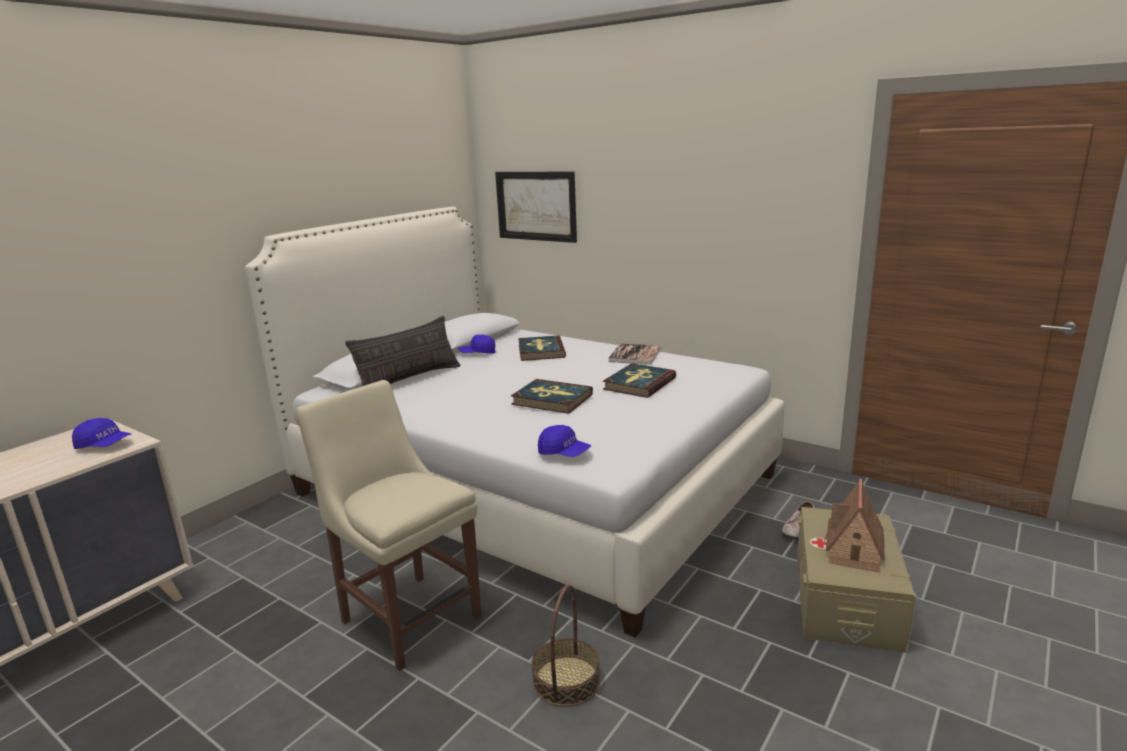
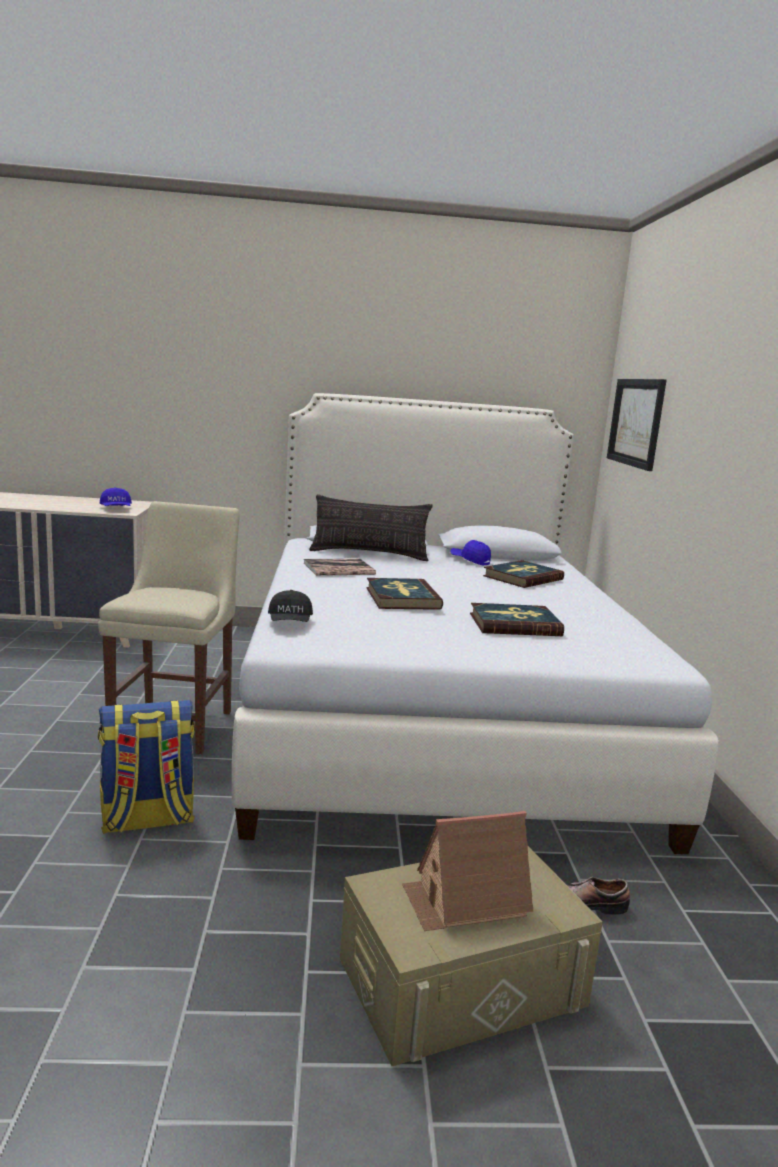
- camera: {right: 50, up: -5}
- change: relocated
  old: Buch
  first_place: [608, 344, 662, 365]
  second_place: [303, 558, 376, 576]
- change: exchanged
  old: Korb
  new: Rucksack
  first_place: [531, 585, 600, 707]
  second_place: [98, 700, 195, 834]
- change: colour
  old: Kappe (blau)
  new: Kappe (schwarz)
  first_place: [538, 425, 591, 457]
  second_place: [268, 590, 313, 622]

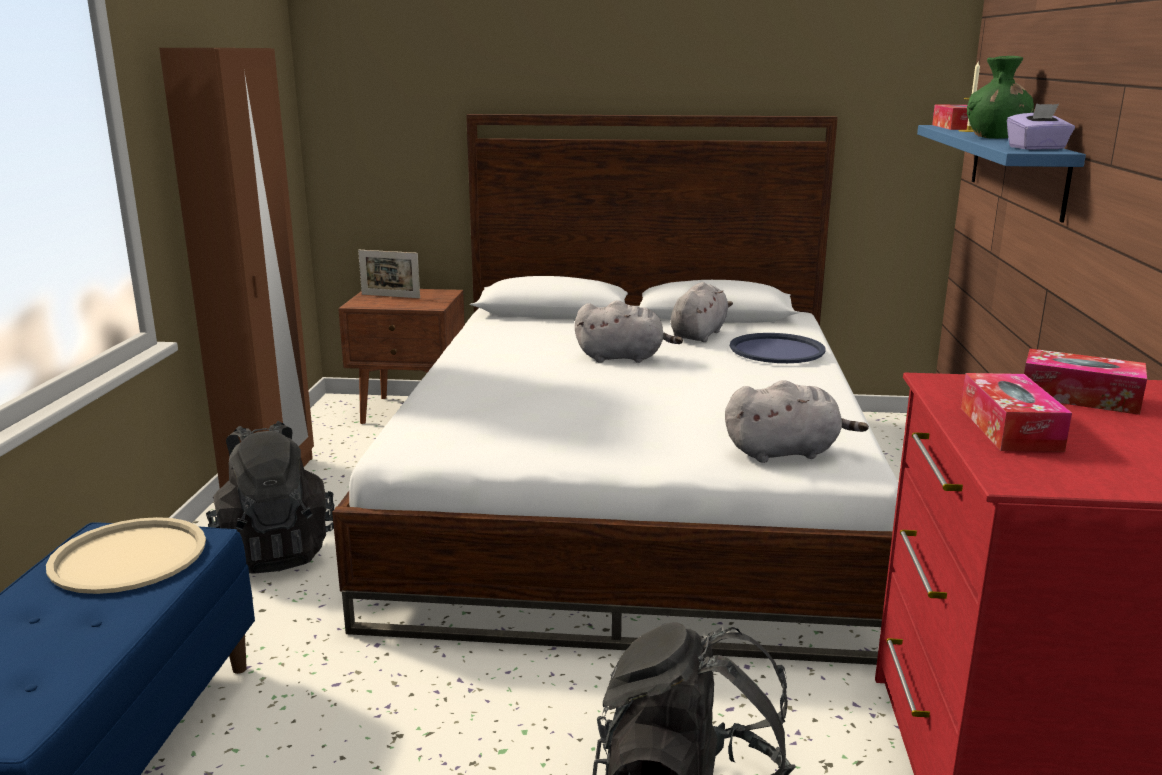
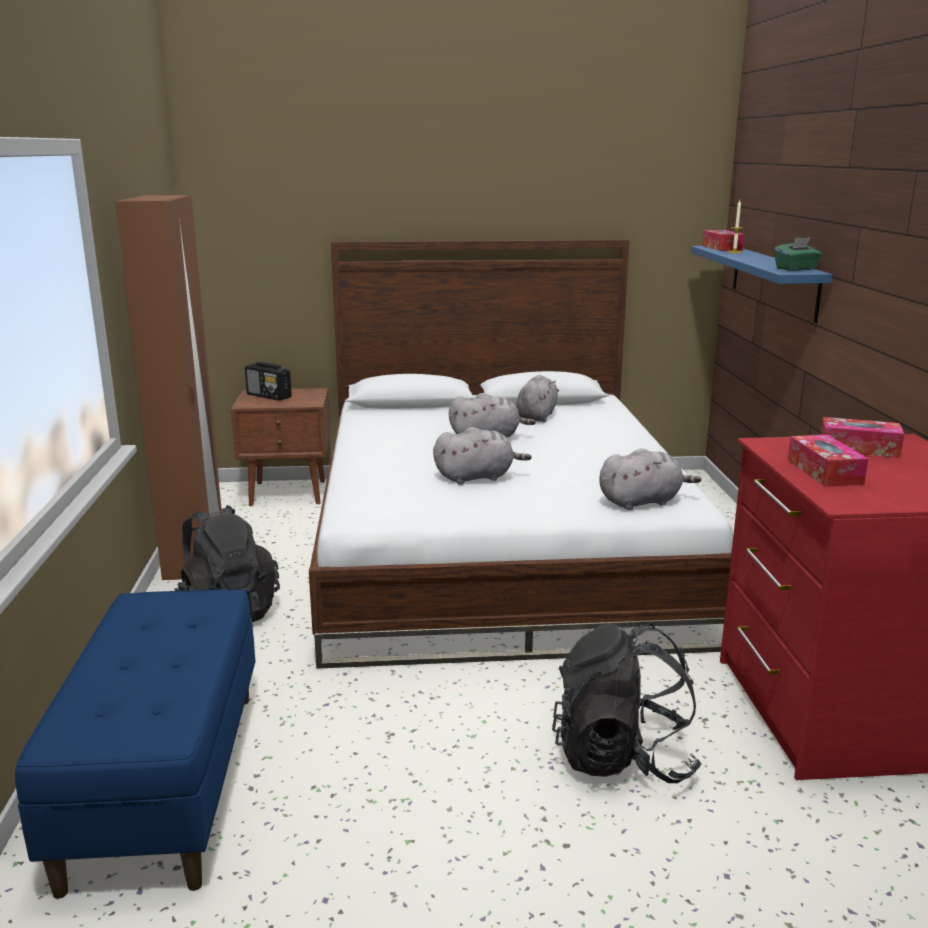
- camera: {right: -10, up: 0}
- change: missing
  old: Tablett (beige)
  first_place: [46, 517, 206, 594]
- change: missing
  old: Tablett (blau)
  first_place: [730, 333, 826, 363]
- change: missing
  old: Vase (grün)
  first_place: [967, 56, 1034, 139]
- change: appeared
  new: Plüschtier (grau)
  second_place: [433, 427, 532, 485]
- change: exchanged
  old: Bilderrahmen
  new: Radio
  first_place: [358, 250, 420, 298]
  second_place: [245, 362, 292, 401]
- change: colour
  old: Taschentuchbox (lila)
  new: Taschentuchbox (grün)
  first_place: [1007, 104, 1075, 150]
  second_place: [774, 237, 822, 271]

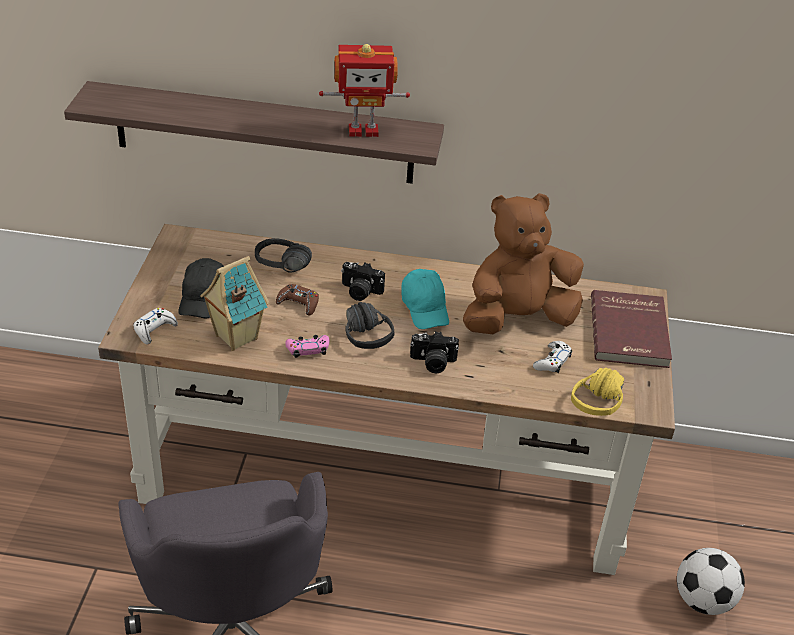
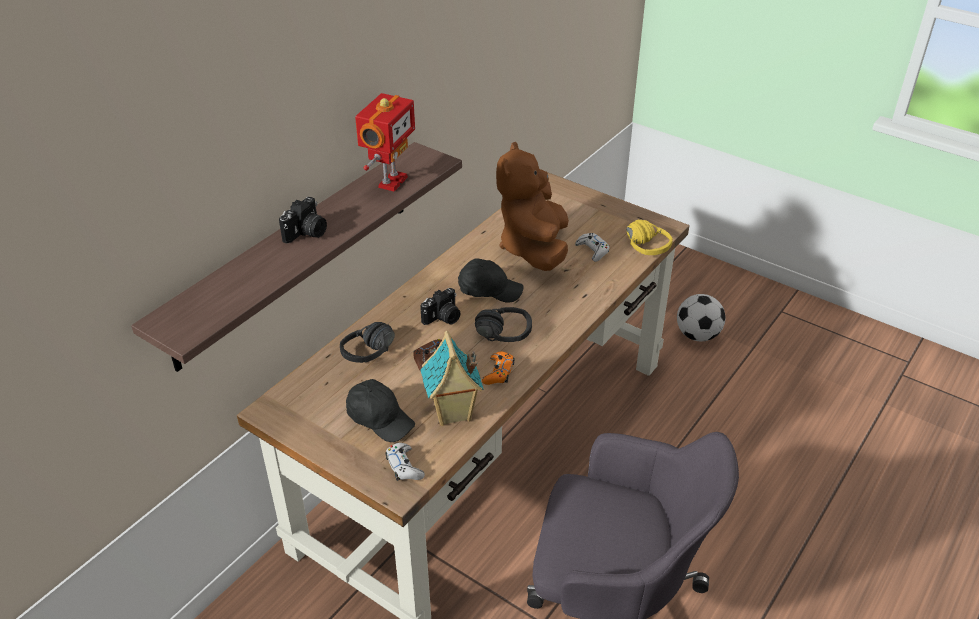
- camera: {right: -60, up: 0}
- change: missing
  old: Buch (rot)
  first_place: [591, 290, 672, 368]
- change: relocated
  old: Kamera
  first_place: [410, 331, 459, 373]
  second_place: [279, 197, 327, 244]
- change: colour
  old: Gamepad (rosa)
  new: Gamepad (orange)
  first_place: [285, 335, 329, 358]
  second_place: [482, 351, 515, 385]
- change: colour
  old: Kappe (türkis)
  new: Kappe (schwarz)
  first_place: [401, 269, 449, 329]
  second_place: [458, 258, 524, 303]

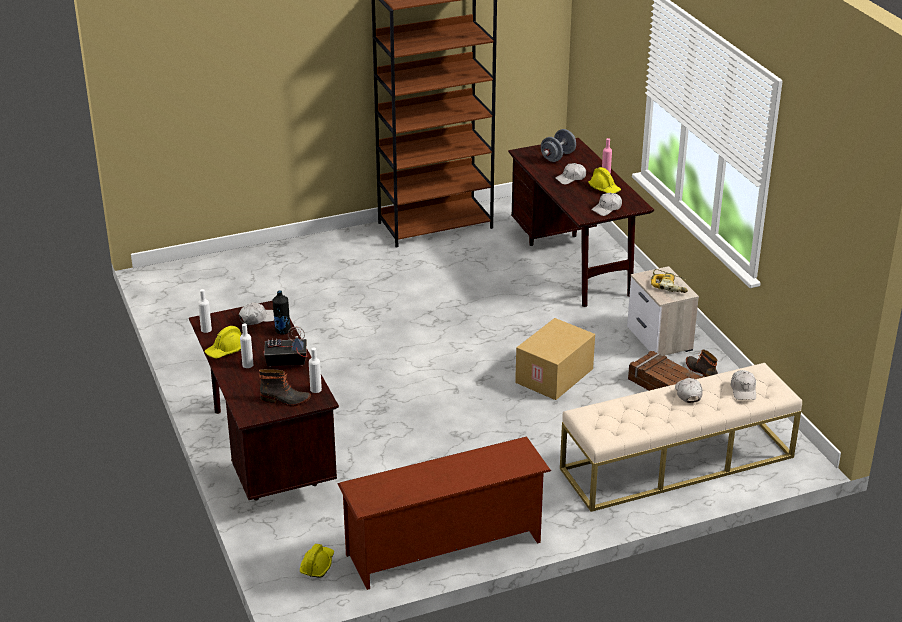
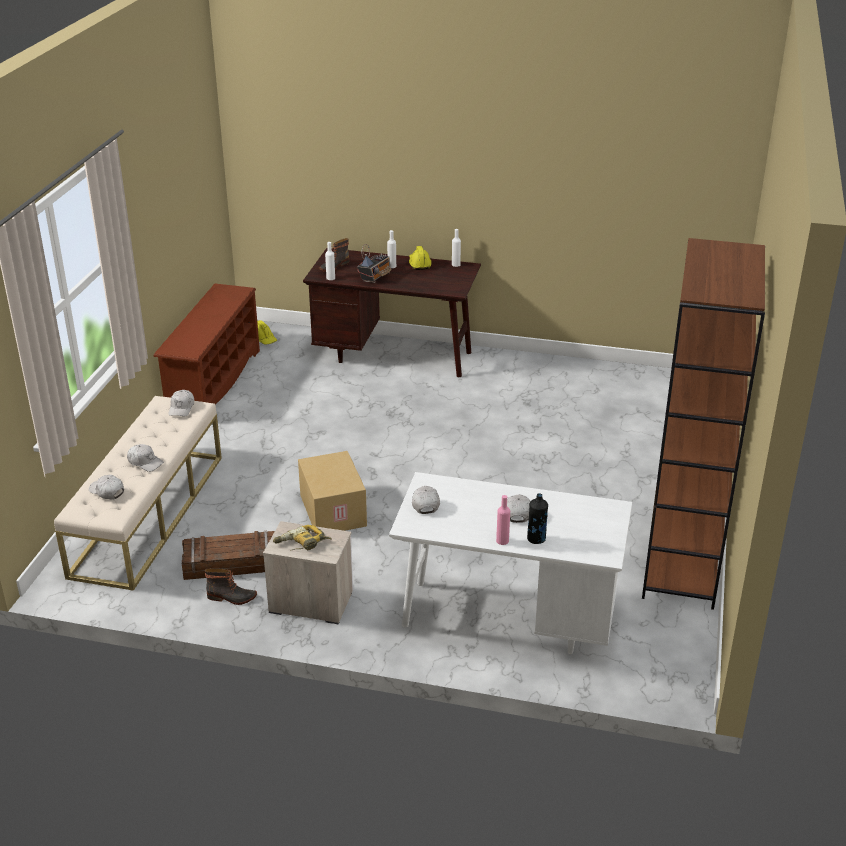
- camera: {right: 125, up: 0}
- change: missing
  old: Hantel (grau)
  first_place: [541, 129, 576, 162]
- change: missing
  old: Schutzhelm (gelb)
  first_place: [588, 167, 621, 193]
- change: relocated
  old: Kappe (weiß)
  first_place: [239, 302, 274, 325]
  second_place: [168, 390, 194, 417]
- change: relocated
  old: Flasche (schwarz)
  first_place: [272, 290, 291, 335]
  second_place: [527, 493, 548, 544]
- change: colour
  old: Schreibtisch (braun)
  new: Schreibtisch (weiß)
  first_place: [508, 138, 654, 307]
  second_place: [389, 472, 632, 654]

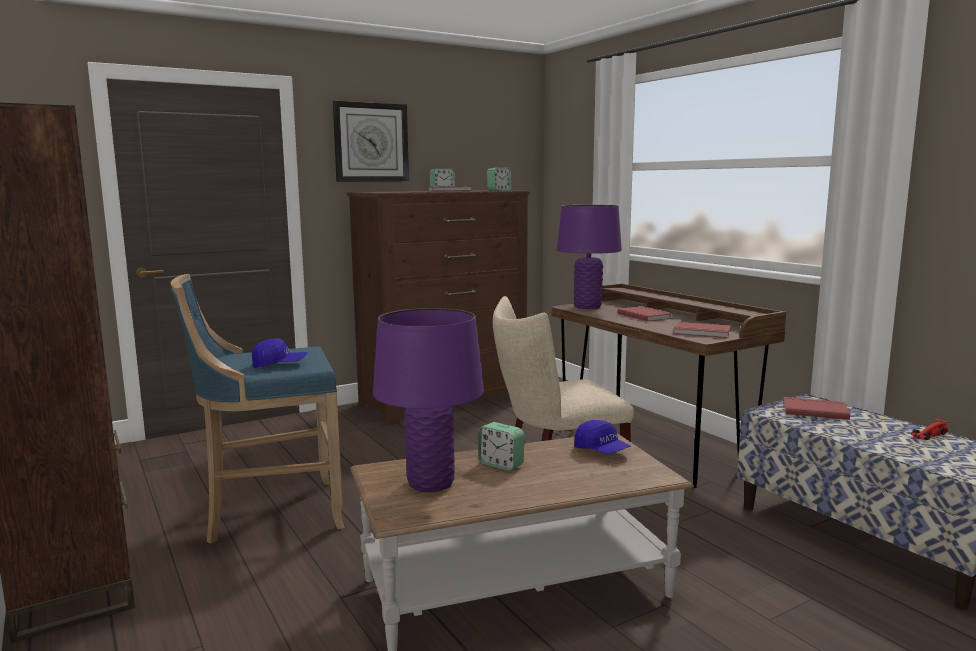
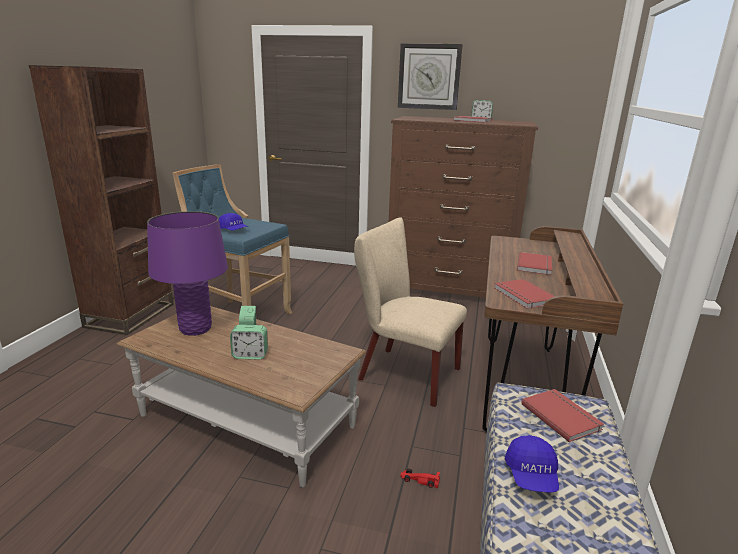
- camera: {right: 45, up: 10}
- change: missing
  old: Tischlampe (lila)
  first_place: [557, 205, 622, 309]
- change: relocated
  old: Wecker
  first_place: [487, 168, 512, 191]
  second_place: [230, 325, 268, 359]
- change: relocated
  old: Kappe (blau)
  first_place: [574, 420, 631, 454]
  second_place: [505, 435, 559, 492]
- change: relocated
  old: Spielzeugauto (rot)
  first_place: [911, 419, 948, 440]
  second_place: [400, 469, 440, 488]

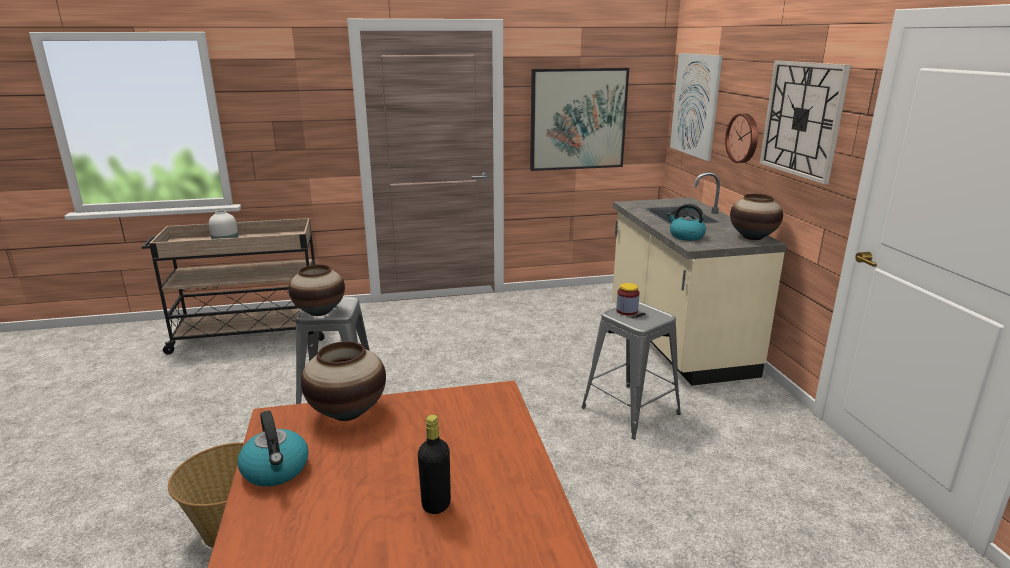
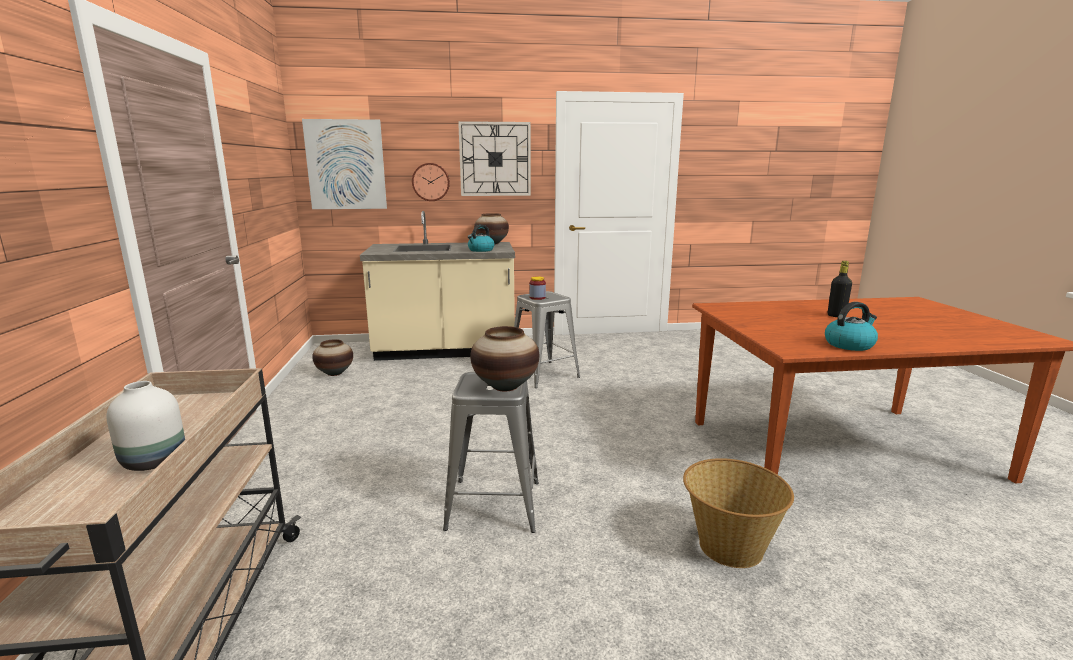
- camera: {right: -85, up: -5}
- change: missing
  old: Bild
  first_place: [530, 68, 629, 171]
- change: relocated
  old: Vase
  first_place: [301, 341, 386, 421]
  second_place: [312, 339, 353, 376]

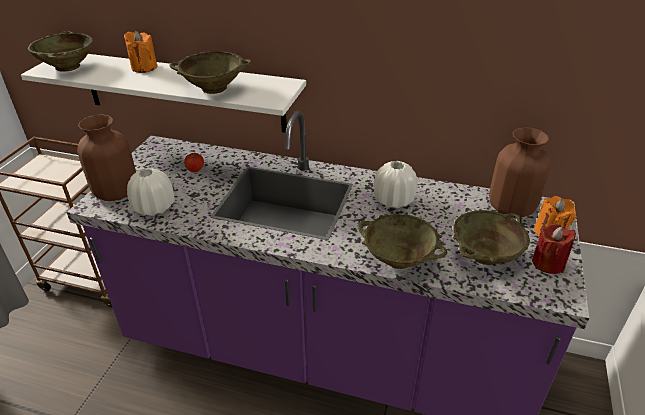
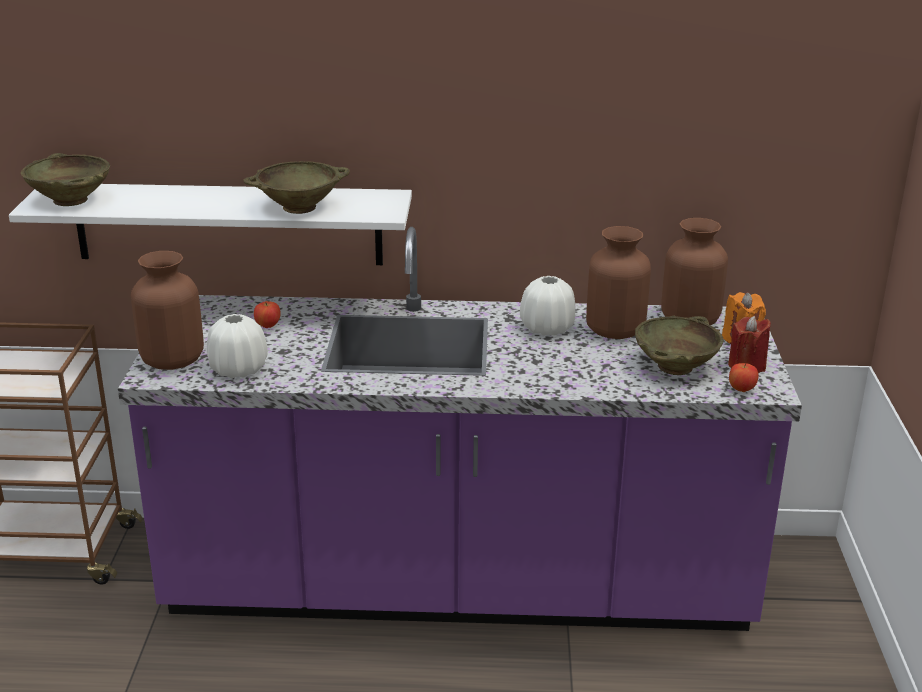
- camera: {right: -15, up: -10}
- change: missing
  old: Kerze (orange)
  first_place: [124, 31, 157, 73]
- change: missing
  old: Schüssel (beige)
  first_place: [358, 214, 447, 269]
- change: appeared
  new: Vase (braun)
  second_place: [586, 226, 651, 339]
- change: appeared
  new: Apfel
  second_place: [729, 363, 758, 392]

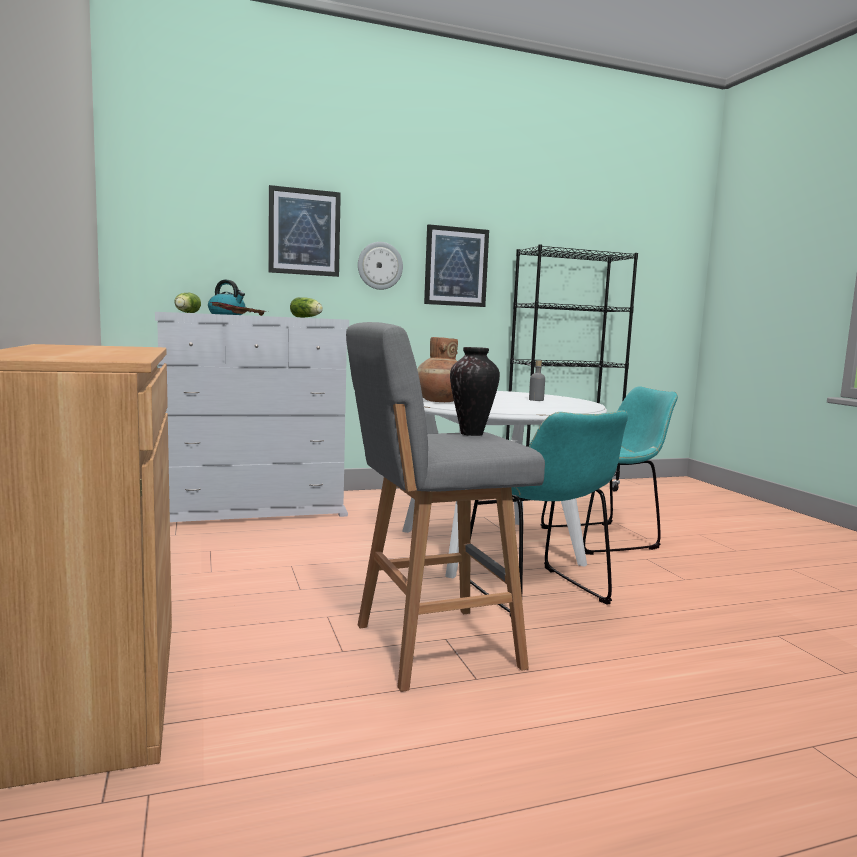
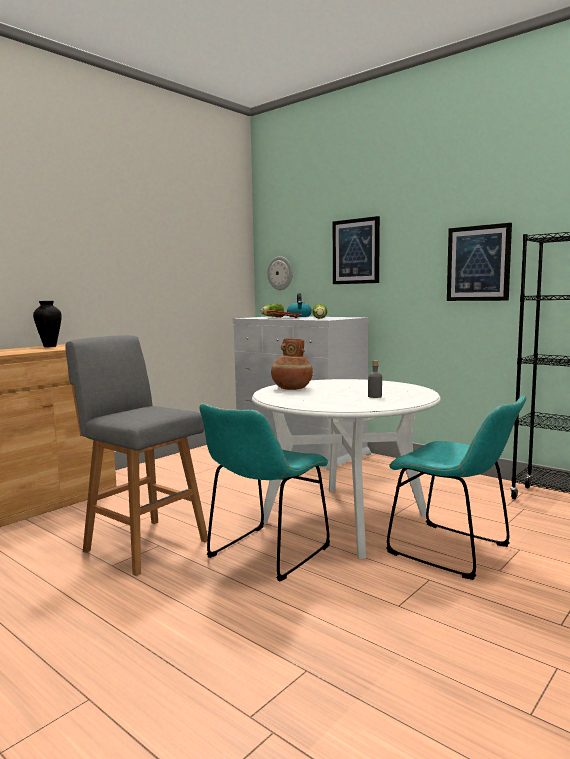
- camera: {right: 60, up: 0}
- change: relocated
  old: Wanduhr
  first_place: [358, 242, 403, 290]
  second_place: [267, 256, 293, 290]
- change: relocated
  old: Vase
  first_place: [450, 347, 500, 436]
  second_place: [33, 301, 62, 347]

